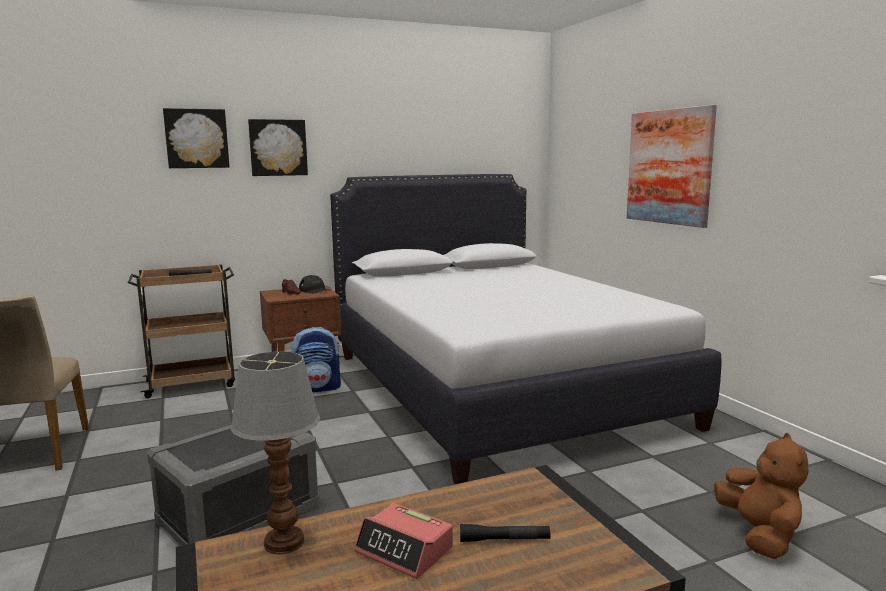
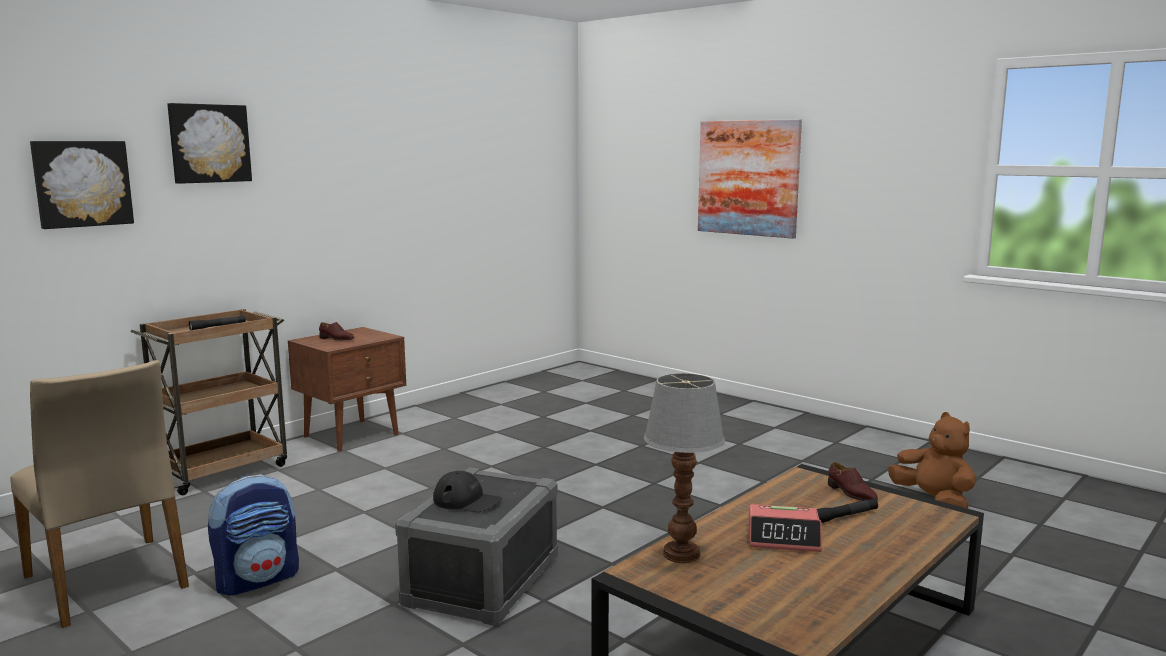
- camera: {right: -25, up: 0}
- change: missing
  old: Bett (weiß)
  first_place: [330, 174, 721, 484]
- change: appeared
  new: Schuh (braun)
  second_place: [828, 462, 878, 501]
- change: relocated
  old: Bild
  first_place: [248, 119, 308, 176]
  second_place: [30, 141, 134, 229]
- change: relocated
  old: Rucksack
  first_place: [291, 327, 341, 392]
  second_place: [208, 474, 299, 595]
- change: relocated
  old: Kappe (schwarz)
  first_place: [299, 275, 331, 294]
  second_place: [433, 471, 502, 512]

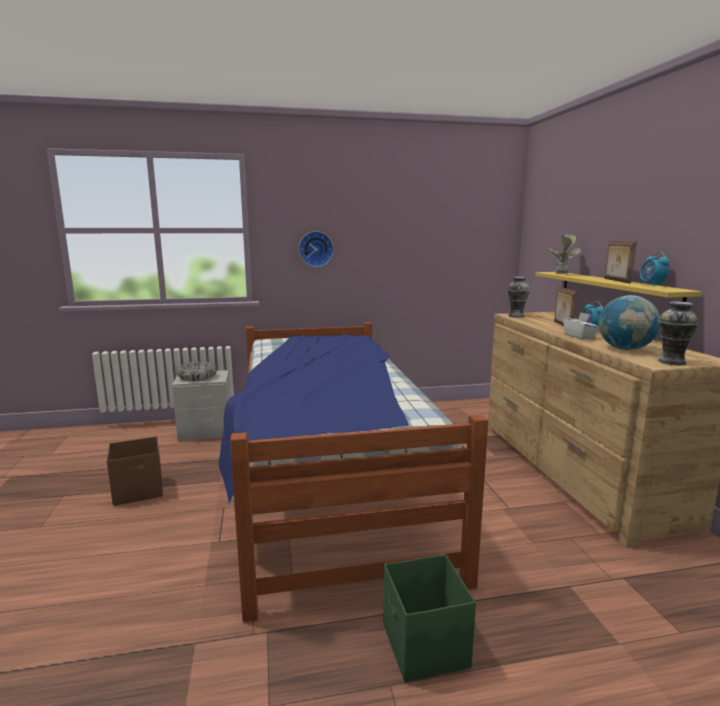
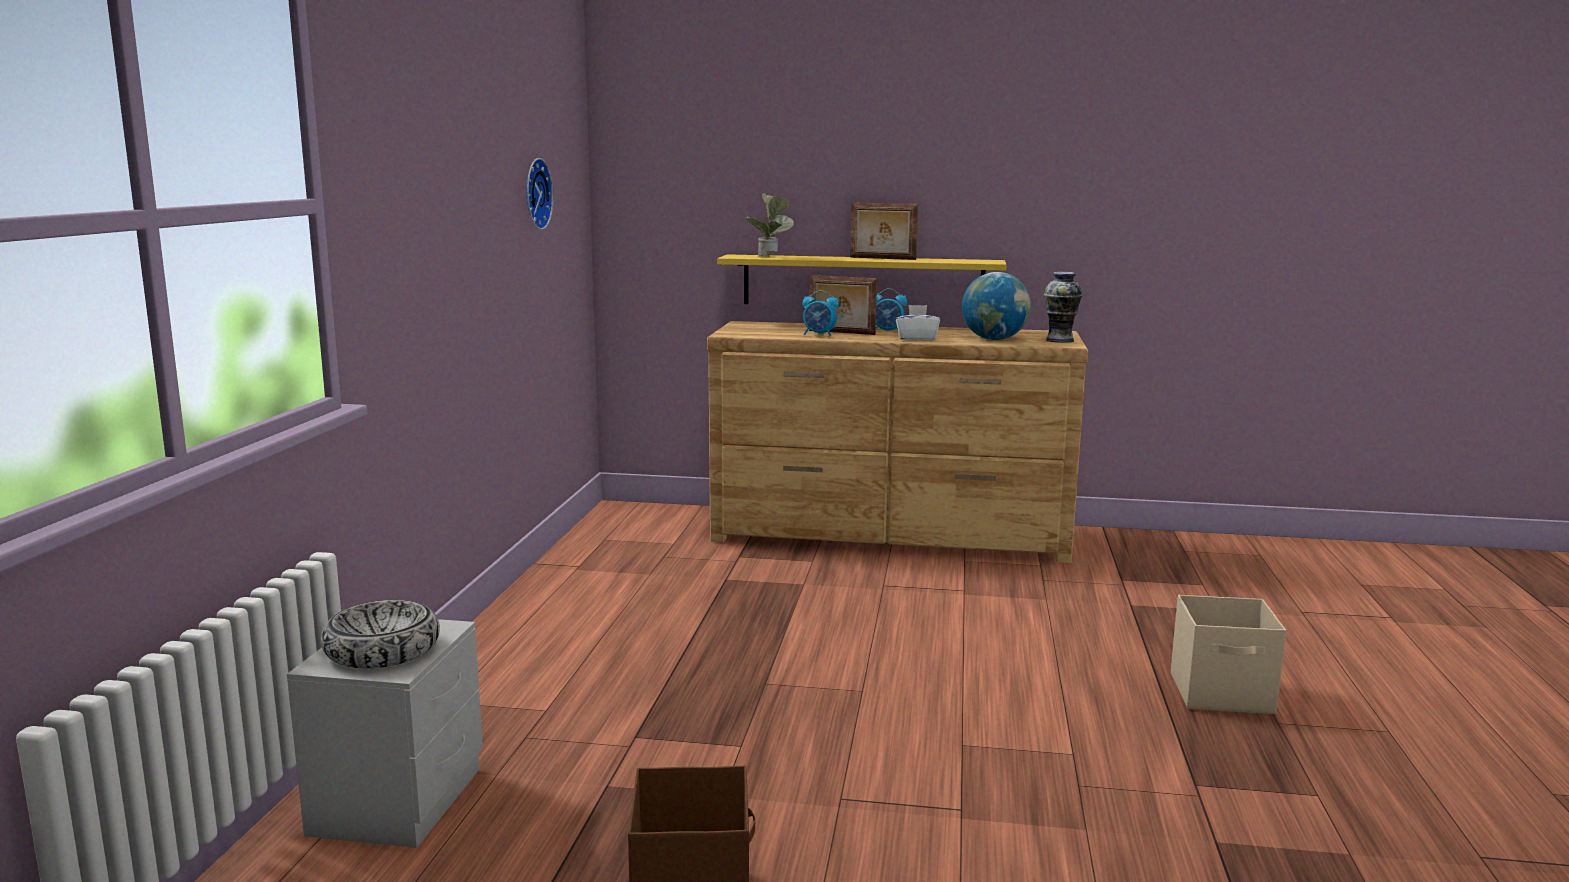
- camera: {right: -70, up: 0}
- change: missing
  old: Bett
  first_place: [219, 322, 488, 623]
- change: missing
  old: Vase
  first_place: [507, 277, 530, 318]
- change: relocated
  old: Wanduhr
  first_place: [299, 231, 334, 267]
  second_place: [526, 158, 554, 230]
- change: relocated
  old: Wecker
  first_place: [640, 252, 670, 286]
  second_place: [802, 290, 839, 336]
- change: colour
  old: Aufbewahrungsbox (grün)
  new: Aufbewahrungsbox (beige)
  first_place: [383, 554, 476, 682]
  second_place: [1171, 595, 1286, 714]

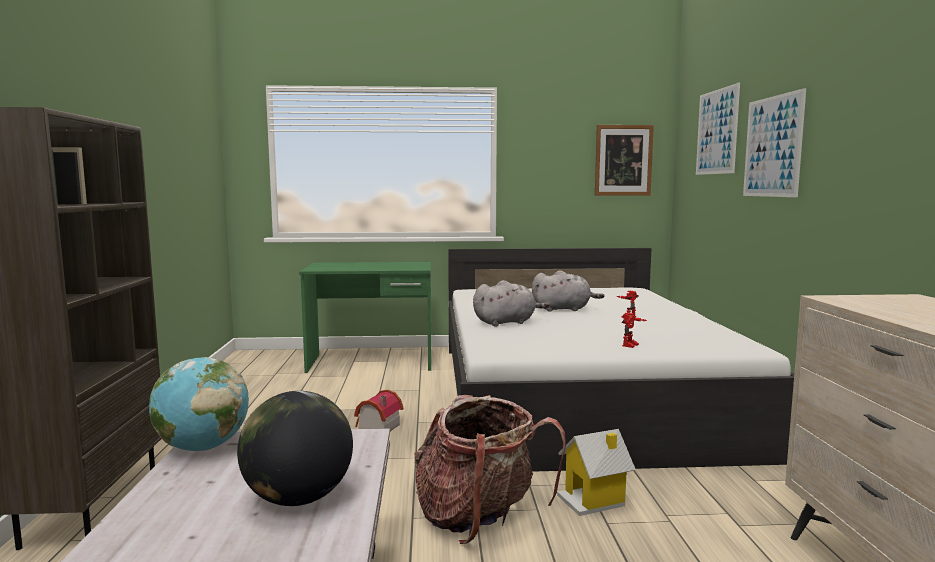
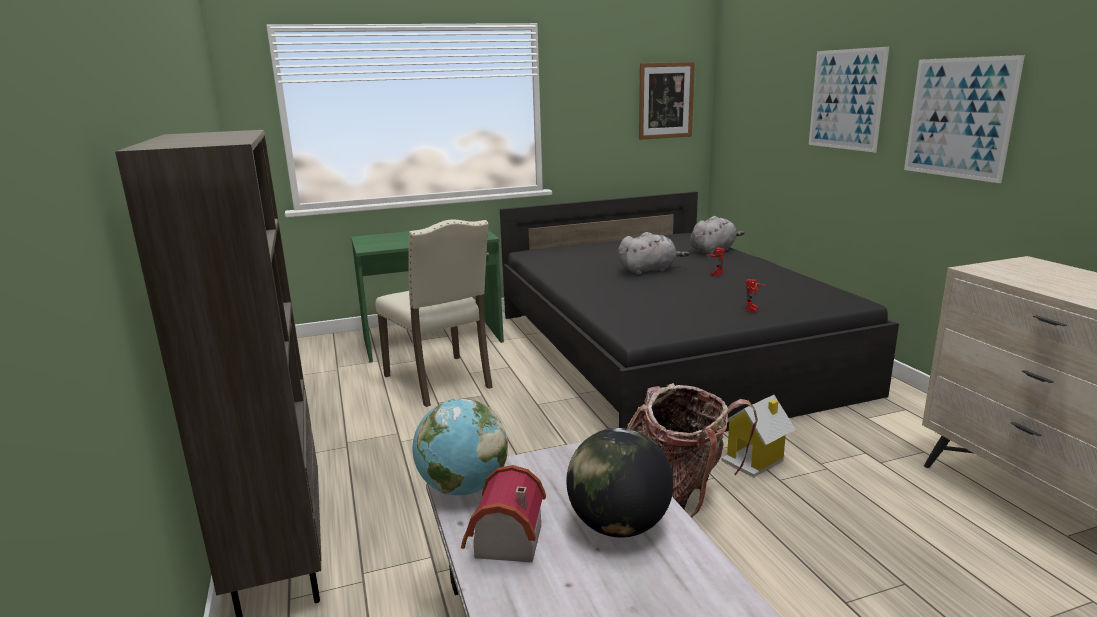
- camera: {right: -15, up: 10}
- change: appeared
  new: Stuhl (beige)
  second_place: [375, 219, 493, 407]
- change: relocated
  old: Spielzeughaus
  first_place: [354, 389, 403, 431]
  second_place: [461, 465, 546, 562]
- change: relocated
  old: Plüschtier (grau)
  first_place: [473, 280, 550, 327]
  second_place: [690, 216, 745, 255]
- change: relocated
  old: Bild
  first_place: [696, 83, 740, 175]
  second_place: [904, 55, 1025, 183]
- change: colour
  old: Bett (weiß)
  new: Bett (schwarz)
  first_place: [448, 248, 794, 472]
  second_place: [500, 192, 899, 432]

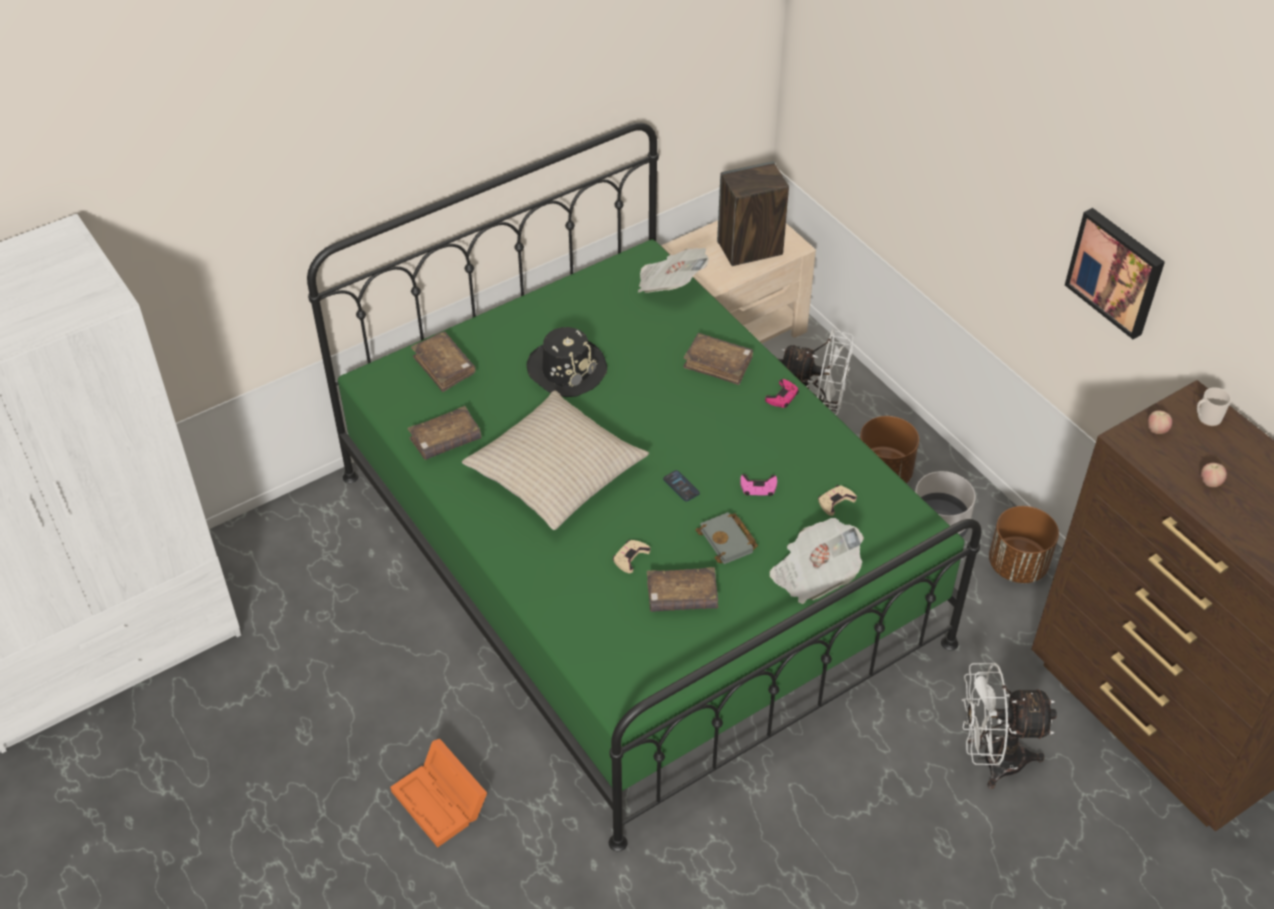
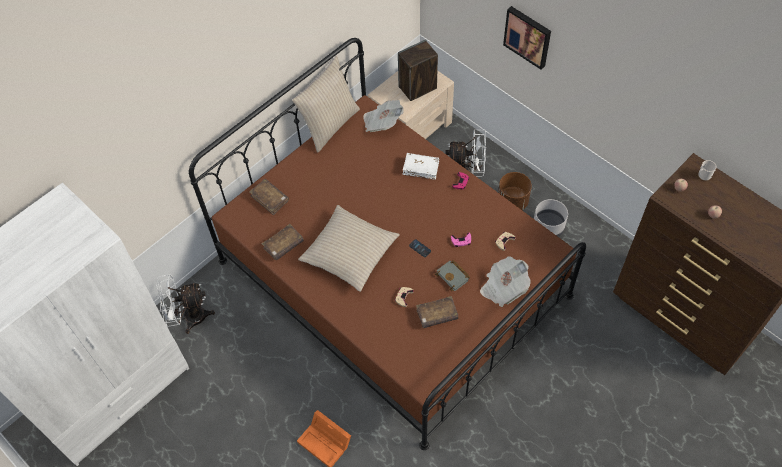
- camera: {right: -10, up: 10}
- change: missing
  old: Hut (schwarz)
  first_place: [527, 327, 607, 397]
- change: missing
  old: Pflanzkübel (braun)
  first_place: [989, 506, 1059, 583]
- change: appeared
  new: Kissen (beige)
  second_place: [292, 56, 360, 152]
- change: relocated
  old: Ventilator (weiß)
  first_place: [962, 663, 1057, 789]
  second_place: [156, 274, 215, 334]
- change: relocated
  old: Bild
  first_place: [1065, 208, 1165, 339]
  second_place: [503, 6, 551, 70]
- change: colour
  old: Bett (grün)
  new: Bett (braun)
  first_place: [307, 122, 982, 852]
  second_place: [189, 38, 586, 450]
- change: colour
  old: Buch (braun)
  new: Buch (weiß)
  first_place: [683, 333, 753, 385]
  second_place: [403, 153, 439, 180]

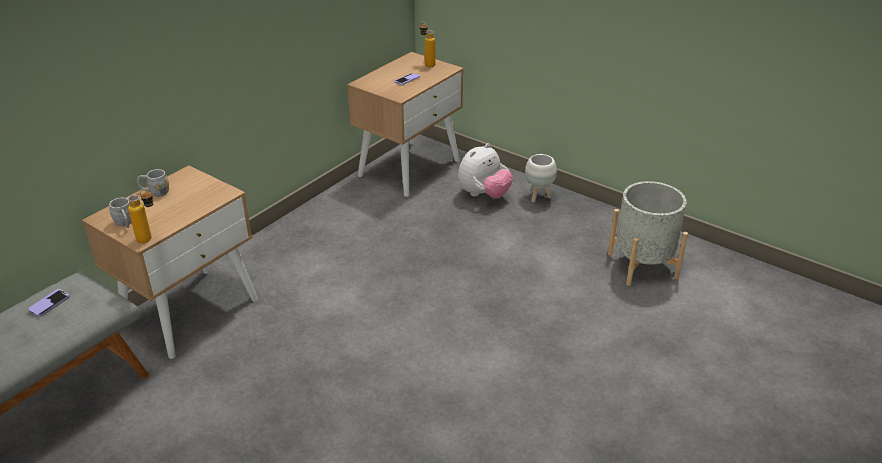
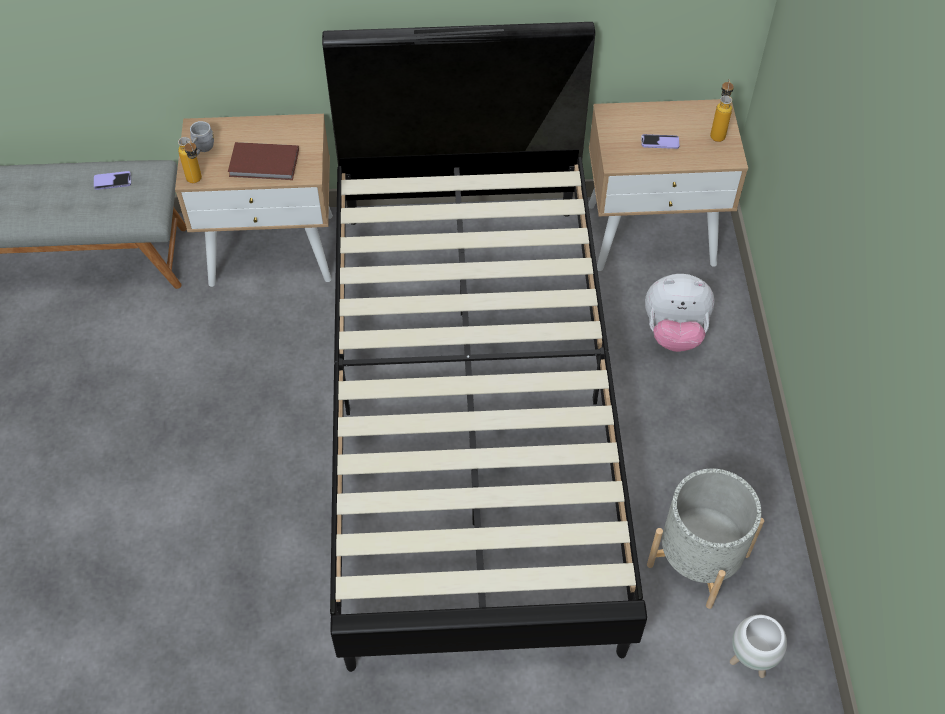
- camera: {right: 50, up: 20}
- change: missing
  old: Henkelbecher (grau)
  first_place: [137, 169, 169, 197]
- change: appeared
  new: Buch (braun)
  second_place: [228, 142, 299, 180]
- change: appeared
  new: Bett (schwarz)
  second_place: [322, 22, 647, 672]
- change: relocated
  old: Pflanzkübel (weiß)
  first_place: [525, 154, 557, 203]
  second_place: [730, 615, 787, 678]

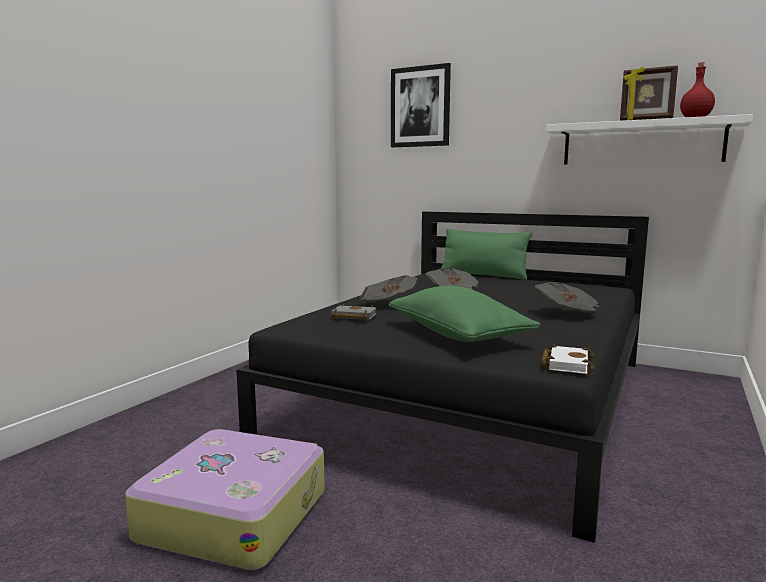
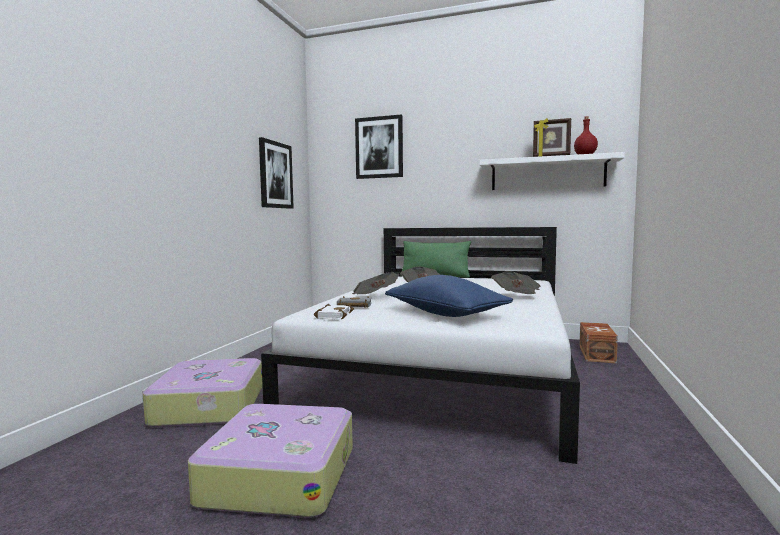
- camera: {right: -10, up: -5}
- change: appeared
  new: Koffer
  second_place: [142, 358, 263, 427]
- change: appeared
  new: Bild
  second_place: [259, 137, 294, 209]
- change: appeared
  new: Aufbewahrungsbox (braun)
  second_place: [579, 322, 618, 364]
- change: relocated
  old: Buch (weiß)
  first_place: [542, 344, 595, 374]
  second_place: [314, 304, 354, 319]
- change: colour
  old: Bett (schwarz)
  new: Bett (weiß)
  first_place: [236, 211, 649, 543]
  second_place: [261, 227, 580, 464]
- change: colour
  old: Kissen (grün)
  new: Kissen (blau)
  first_place: [388, 286, 541, 342]
  second_place: [385, 275, 513, 317]

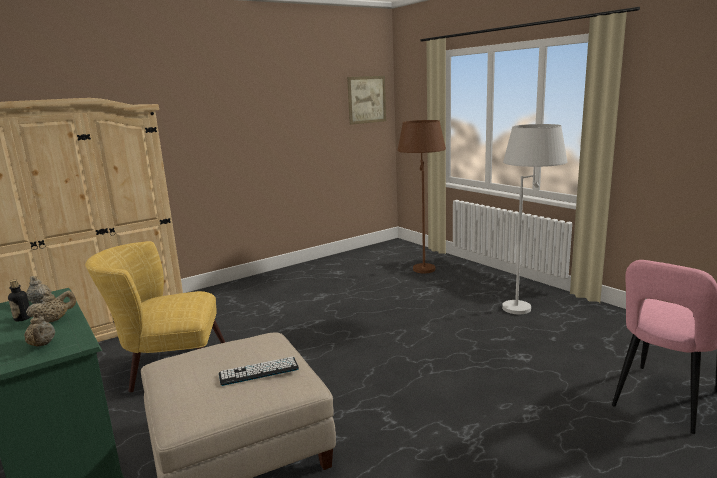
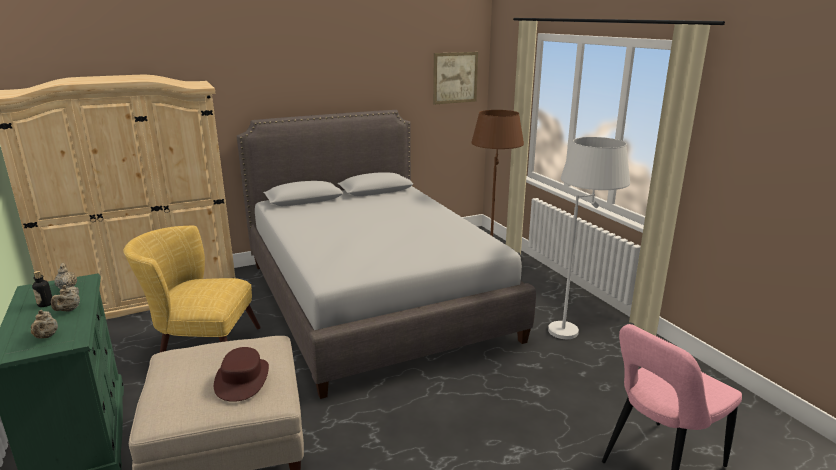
- camera: {right: 10, up: 5}
- change: appeared
  new: Bett (grau)
  second_place: [237, 110, 536, 399]
- change: exchanged
  old: Tastatur
  new: Hut (braun)
  first_place: [219, 357, 299, 386]
  second_place: [214, 347, 269, 402]
- change: spun
  old: Teekanne (beige)
  first_place: [26, 290, 76, 323]
  second_place: [51, 285, 80, 312]
  degrees: 120

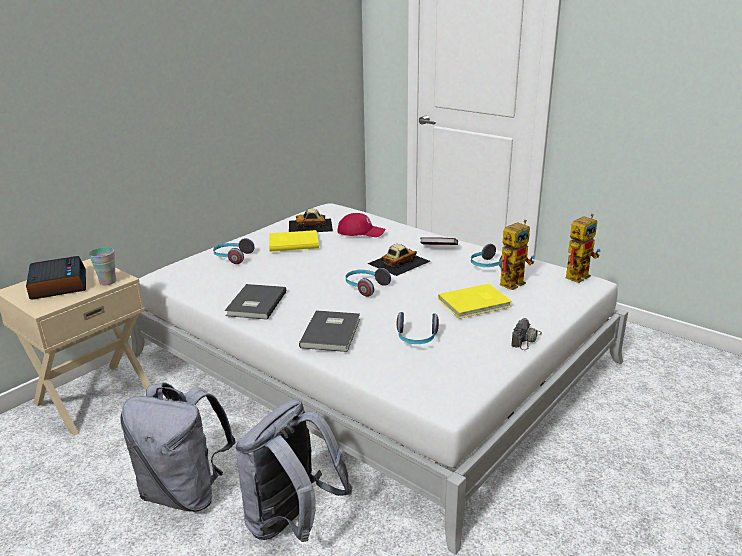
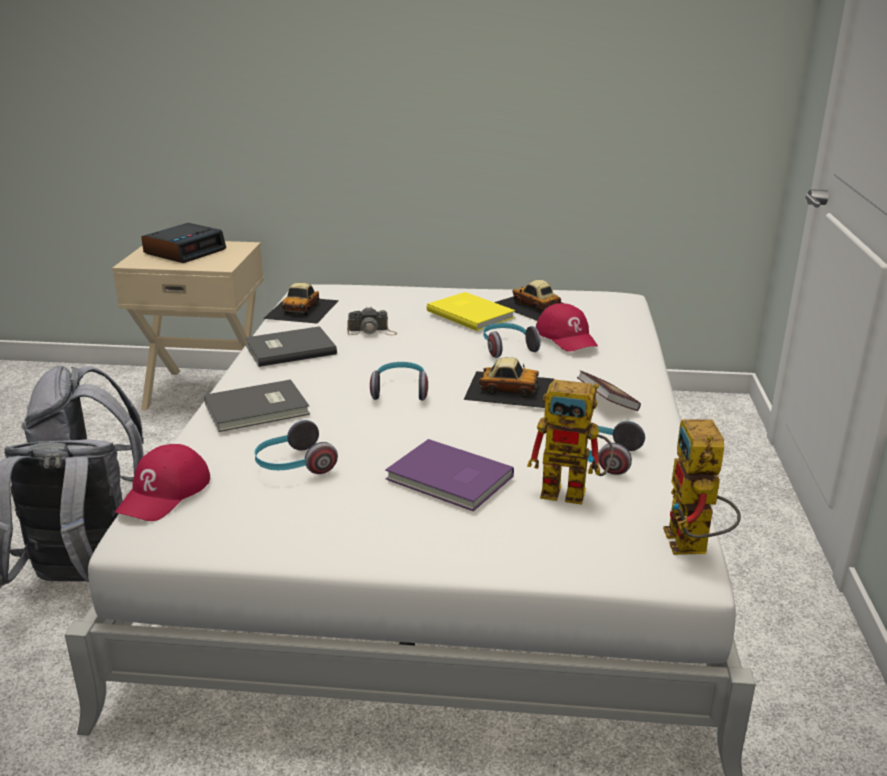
- camera: {right: 55, up: 0}
- change: missing
  old: Tasse
  first_place: [89, 247, 116, 285]
- change: appeared
  new: Kappe (rot)
  second_place: [115, 444, 210, 521]
- change: appeared
  new: Spielzeugauto
  second_place: [263, 283, 339, 324]
- change: relocated
  old: Kopfhörer
  first_place: [213, 238, 255, 264]
  second_place: [483, 323, 541, 358]
- change: relocated
  old: Kamera
  first_place: [511, 318, 542, 350]
  second_place: [347, 307, 397, 335]
- change: colour
  old: Buch (gelb)
  new: Buch (lila)
  first_place: [438, 284, 512, 319]
  second_place: [385, 439, 514, 511]
- change: spun
  old: Spielzeugroboter
  first_place: [565, 214, 601, 283]
  second_place: [663, 419, 741, 555]
  degrees: 75

